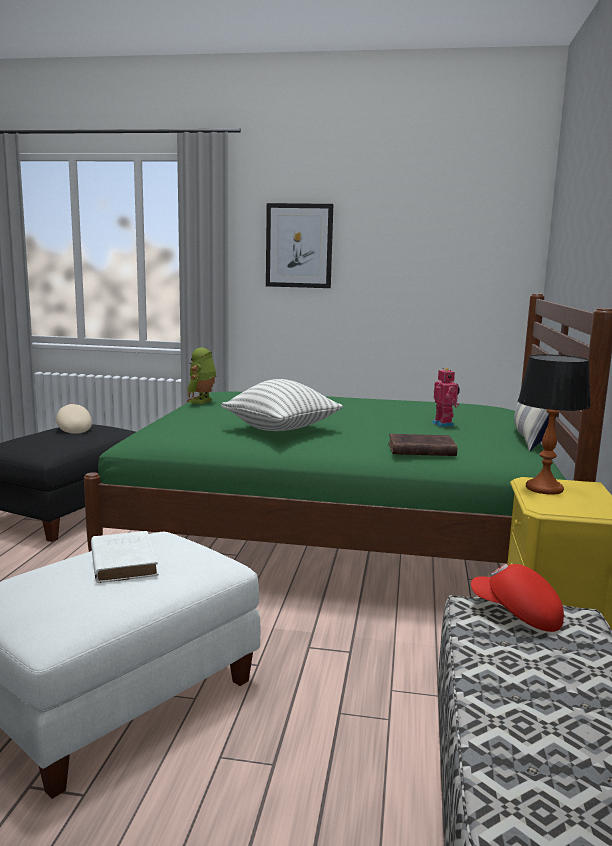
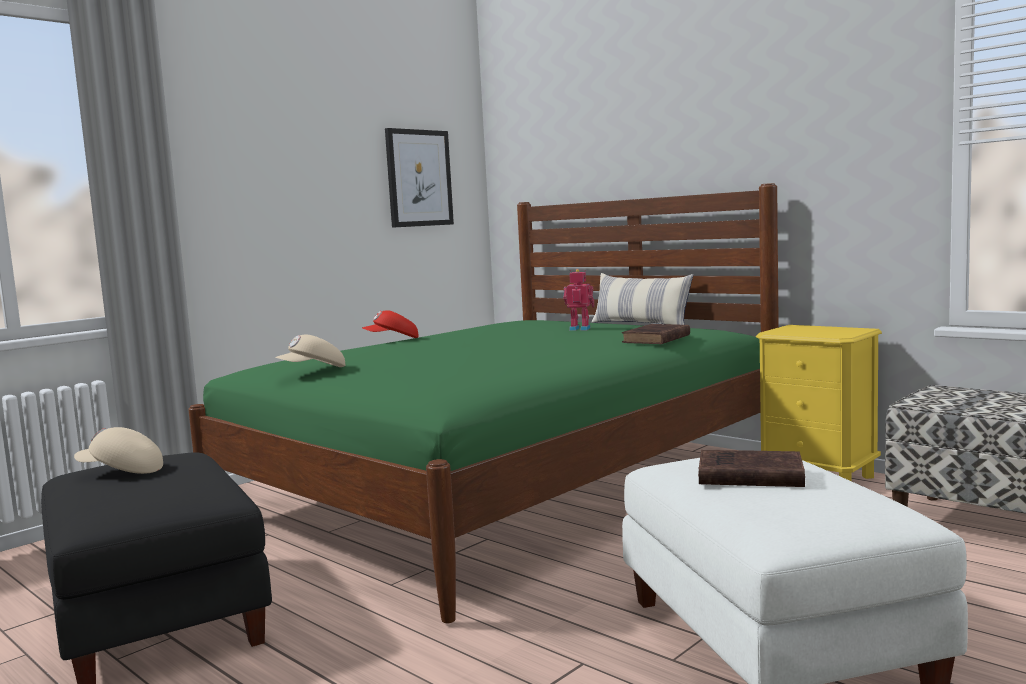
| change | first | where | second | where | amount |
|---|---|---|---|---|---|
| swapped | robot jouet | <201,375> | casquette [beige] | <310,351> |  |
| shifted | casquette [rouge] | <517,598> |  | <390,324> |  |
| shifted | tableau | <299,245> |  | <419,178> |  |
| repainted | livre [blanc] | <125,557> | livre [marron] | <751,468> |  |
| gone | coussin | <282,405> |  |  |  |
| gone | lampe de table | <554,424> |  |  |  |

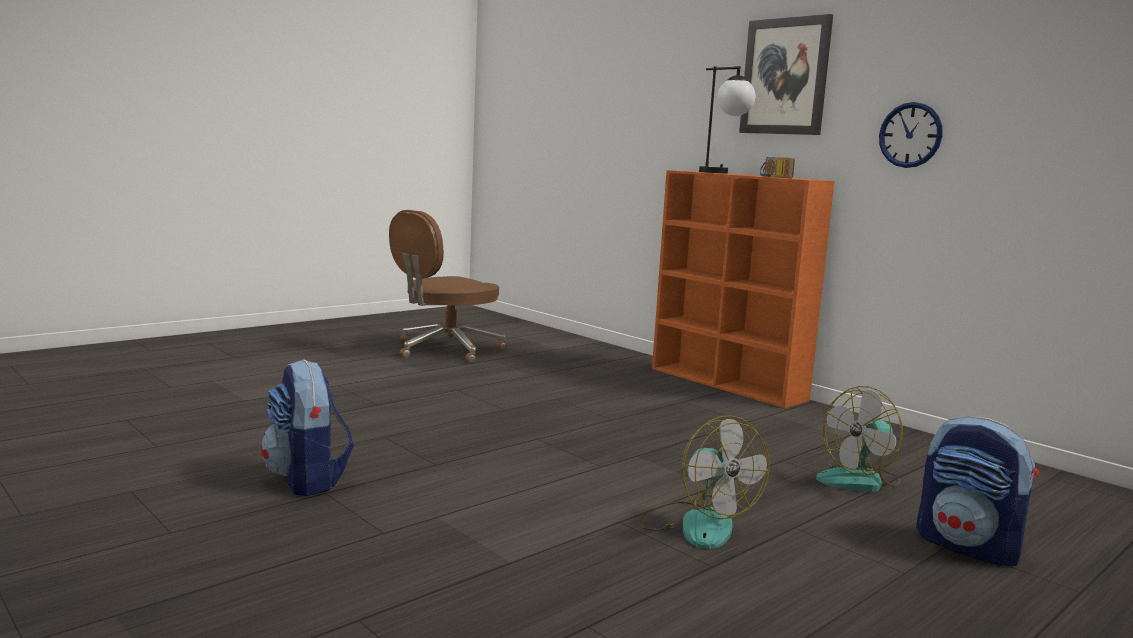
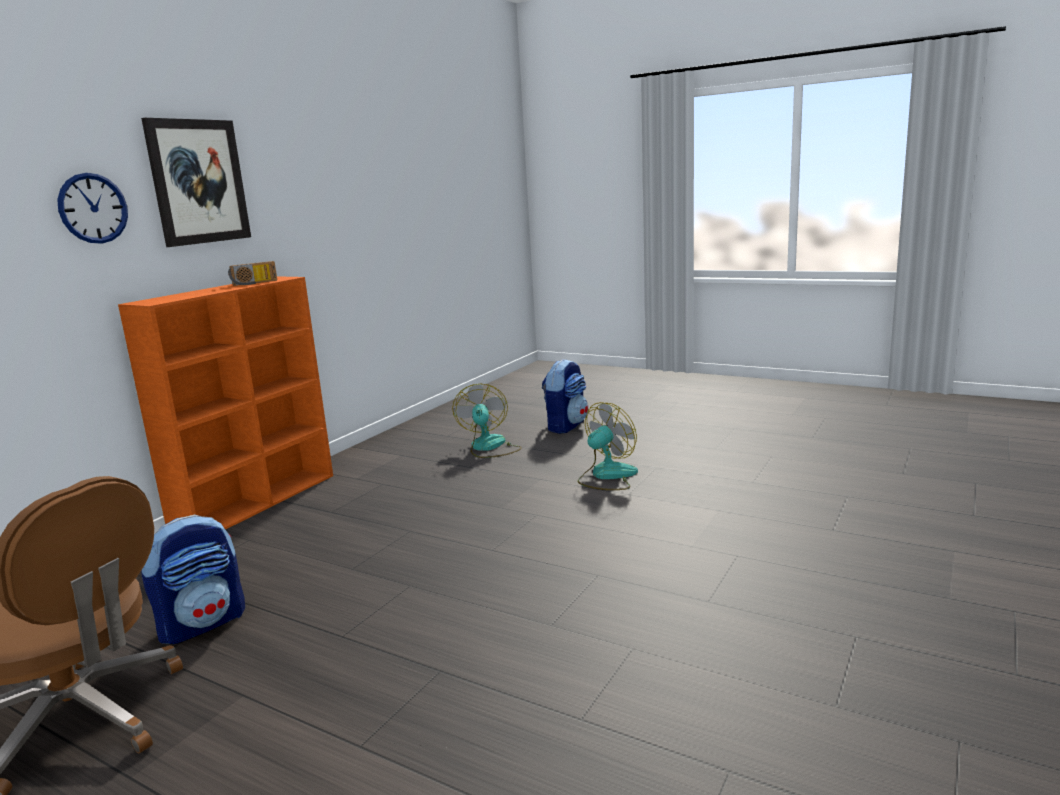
| change | first | where | second | where | amount |
|---|---|---|---|---|---|
| shifted | horloge murale | <911,135> |  | <92,208> |  |
| shifted | sac à dos | <307,427> |  | <193,579> |  |
| rotated | ventilateur | <859,439> |  | <487,421> | 135 degrees counterclockwise |
| gone | lampe de table | <727,119> |  |  |  |

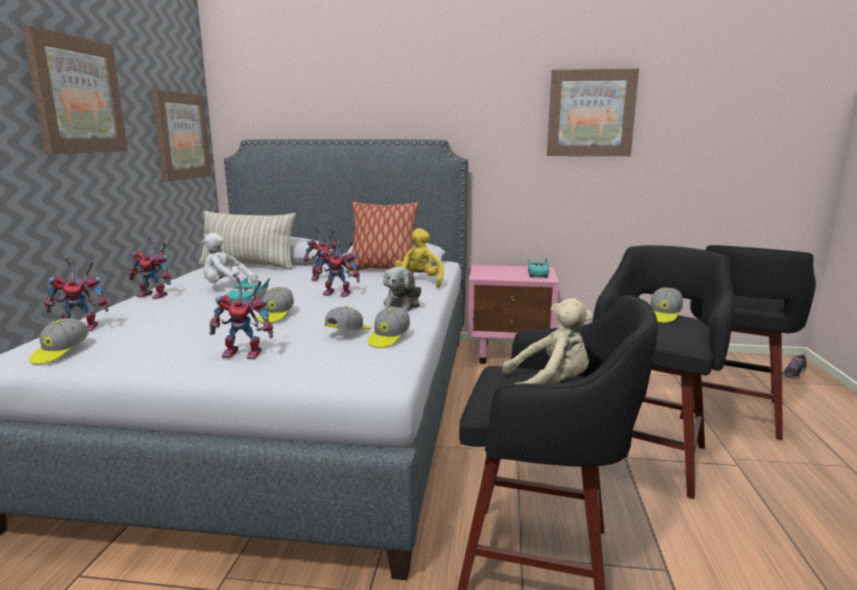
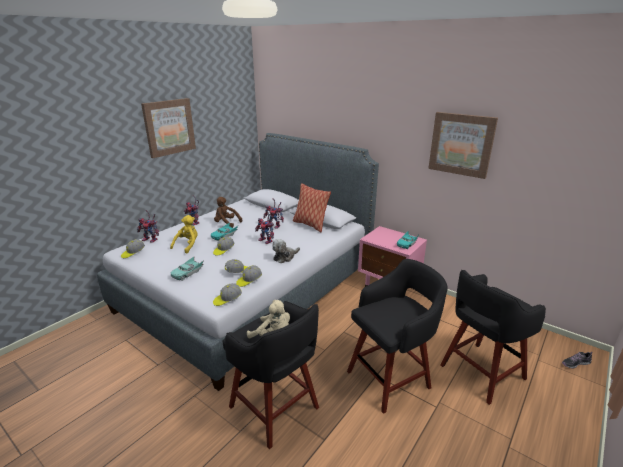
| change | first | where | second | where | amount |
|---|---|---|---|---|---|
| shifted | peluche [jaune] | <419,258> |  | <184,234> |  |
| swapped | robot jouet | <241,316> | petite voiture [turquoise] | <187,268> |  |
| shifted | casquette | <666,305> |  | <227,294> |  |
| repainted | peluche [blanc] | <230,258> | peluche [marron] | <228,212> |  |
| gone | tableau | <181,135> |  |  |  |
| gone | coussin | <247,240> |  |  |  |

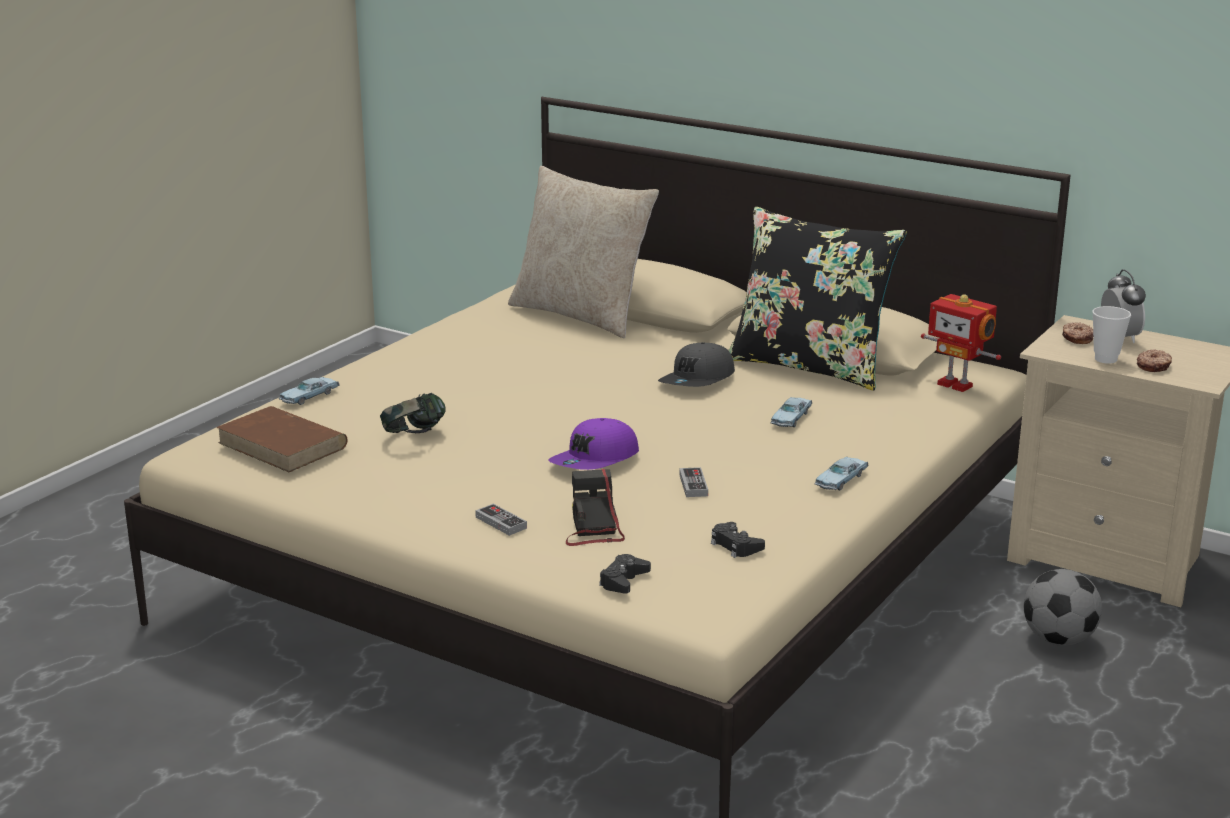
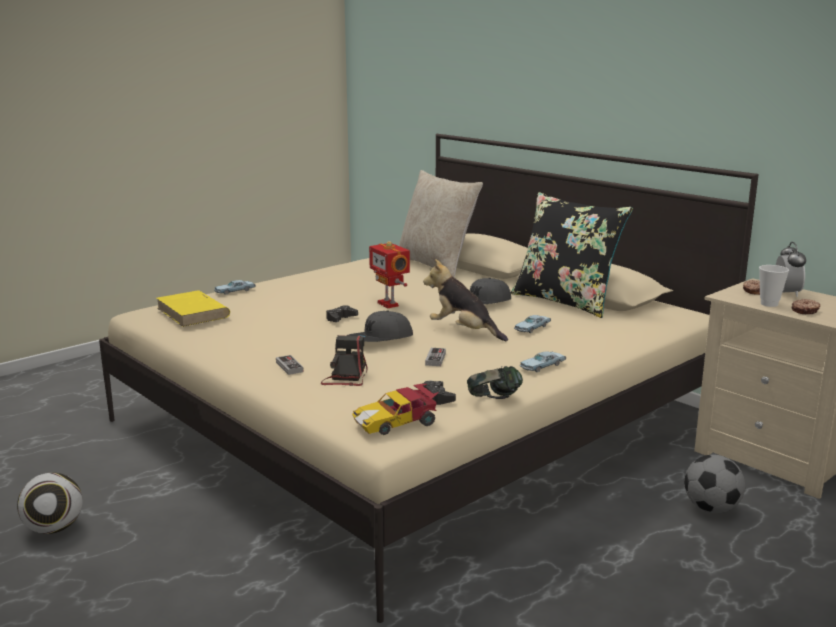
| change | first | where | second | where | amount |
|---|---|---|---|---|---|
| new |  |  | ballon de foot | <49,503> |  |
| repainted | livre [marron] | <282,439> | livre [jaune] | <193,309> |  |
| shifted | manette [noir] | <625,574> |  | <342,313> |  |
| repainted | casquette [violet] | <593,444> | casquette [gris] | <380,326> |  |
| new |  |  | petite voiture | <395,409> |  |
| shifted | robot jouet | <961,343> |  | <389,274> |  |
| new |  |  | peluche | <465,300> |  |
| shifted | casque audio | <413,413> |  | <495,382> |  |

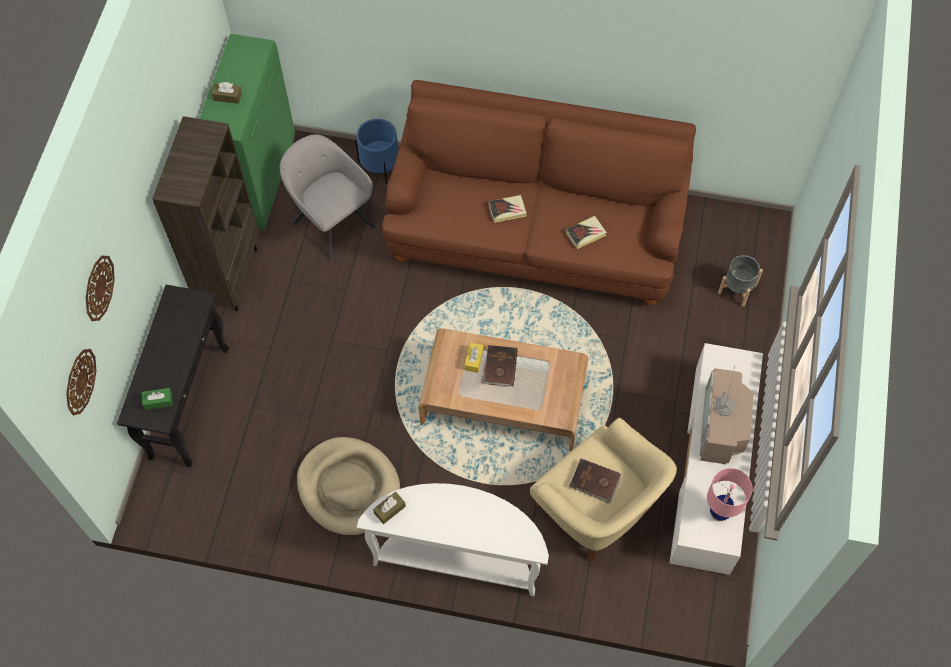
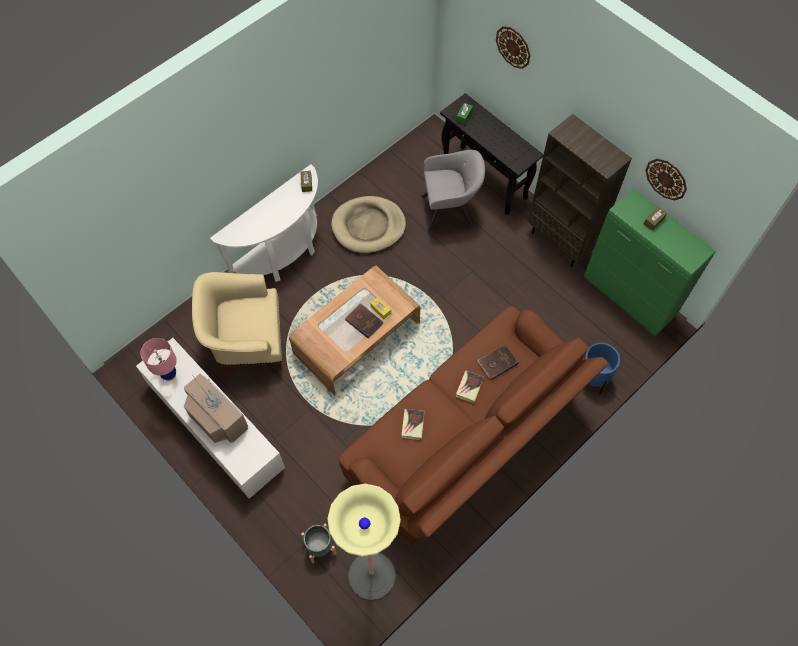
| change | first | where | second | where | amount |
|---|---|---|---|---|---|
| new |  |  | lampadaire | <364,542> |  |
| shifted | fauteuil [gris] | <328,198> |  | <453,191> |  |
| shifted | livre [marron] | <595,481> |  | <498,362> |  |
| shifted | horloge murale | <81,382> |  | <666,180> |  |

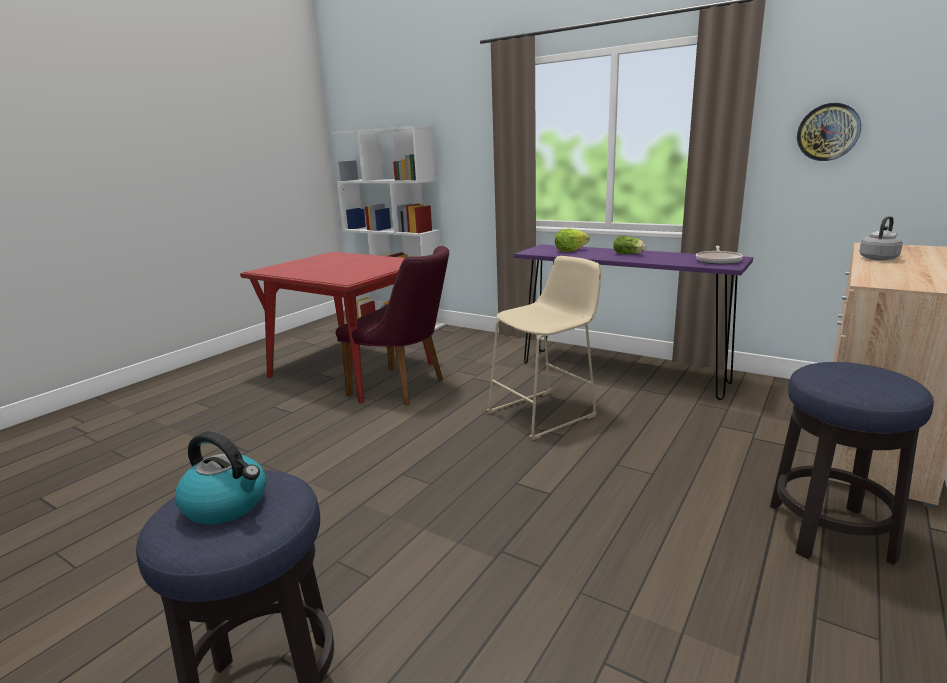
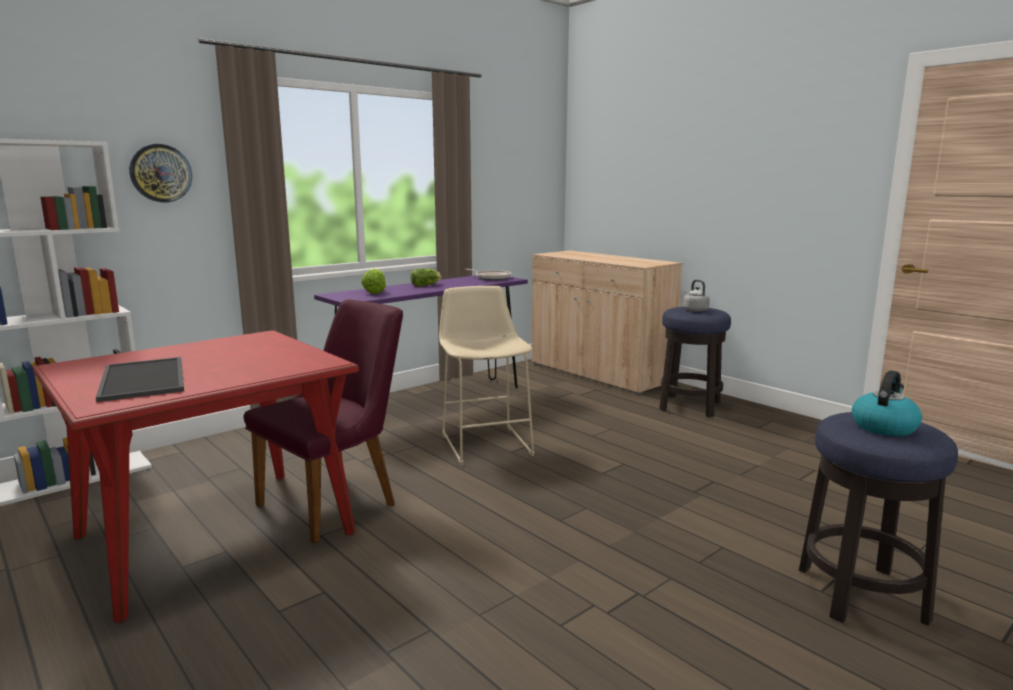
| change | first | where | second | where | amount |
|---|---|---|---|---|---|
| new |  |  | plateau | <140,379> |  |
| shifted | horloge murale | <829,132> |  | <160,173> |  |
| shifted | bouilloire [gris] | <881,238> |  | <696,296> |  |

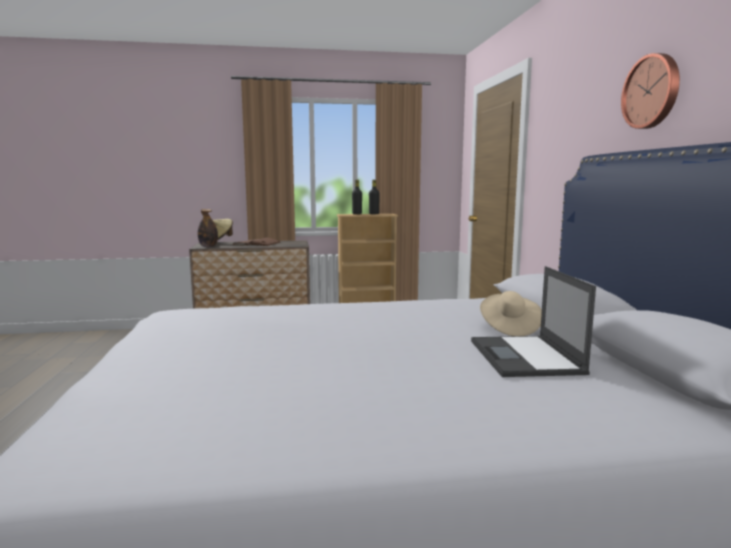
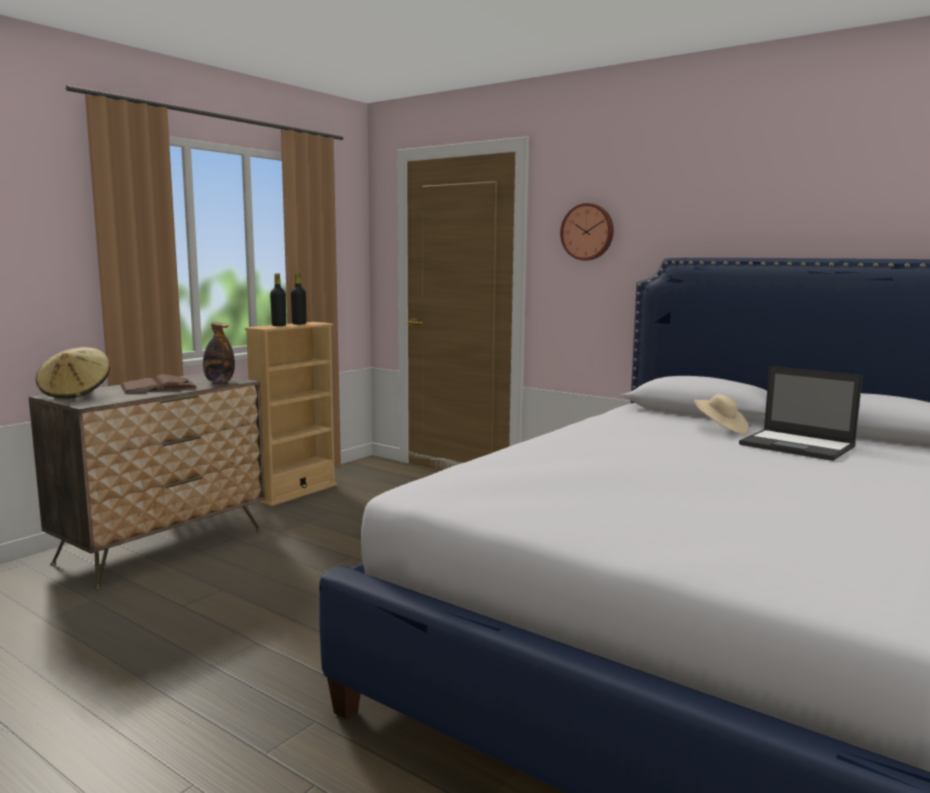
| change | first | where | second | where | amount |
|---|---|---|---|---|---|
| shifted | bouteille | <208,228> |  | <219,353> |  |
| shifted | horloge murale | <650,91> |  | <587,231> |  |

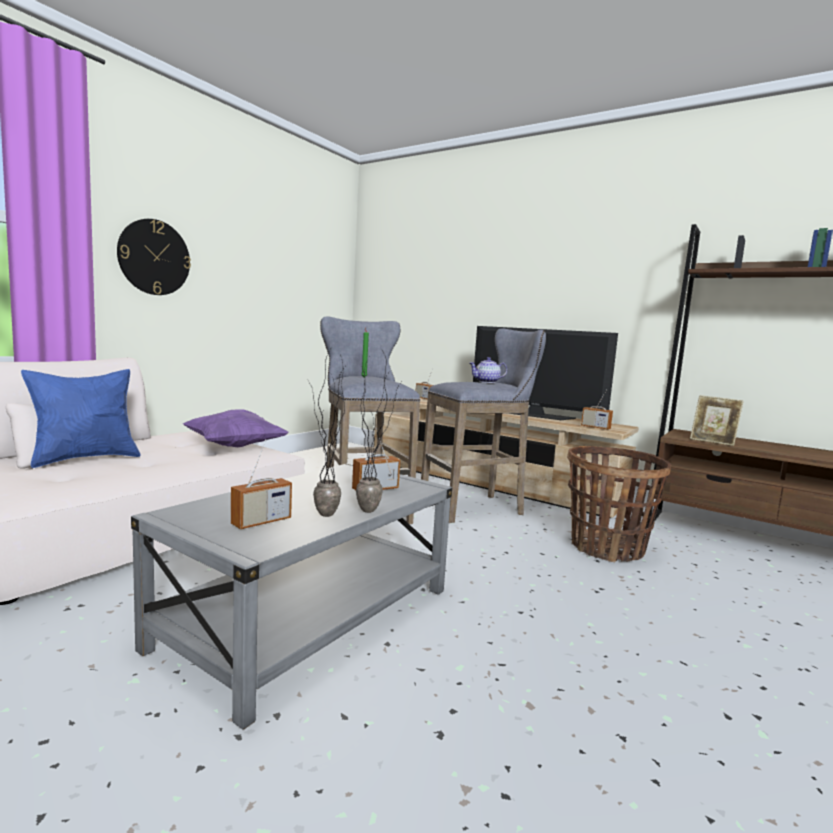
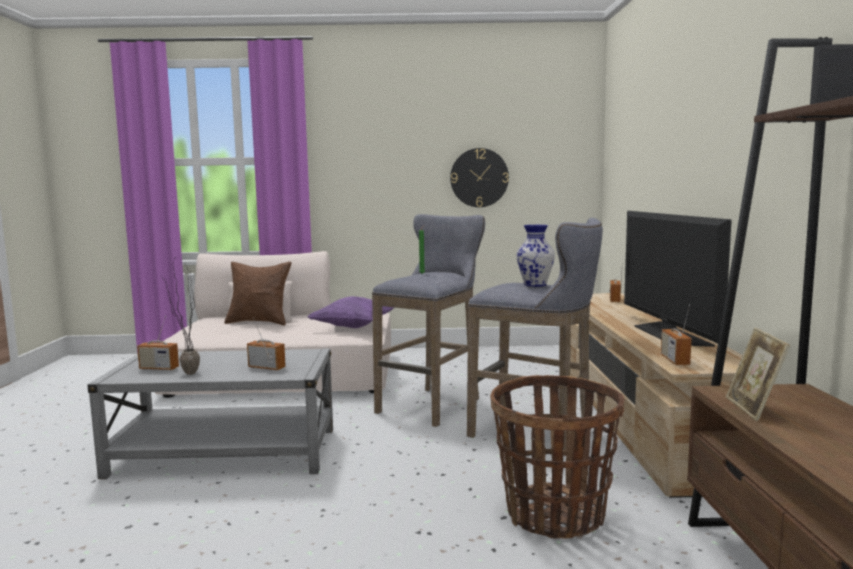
| change | first | where | second | where | amount |
|---|---|---|---|---|---|
| repainted | coussin [bleu] | <81,418> | coussin [marron] | <257,294> |  |
| shifted | horloge murale | <154,257> |  | <479,177> |  |
| swapped | théière | <488,370> | vase | <535,256> |  |
| gone | plante en pot | <378,430> |  |  |  |

